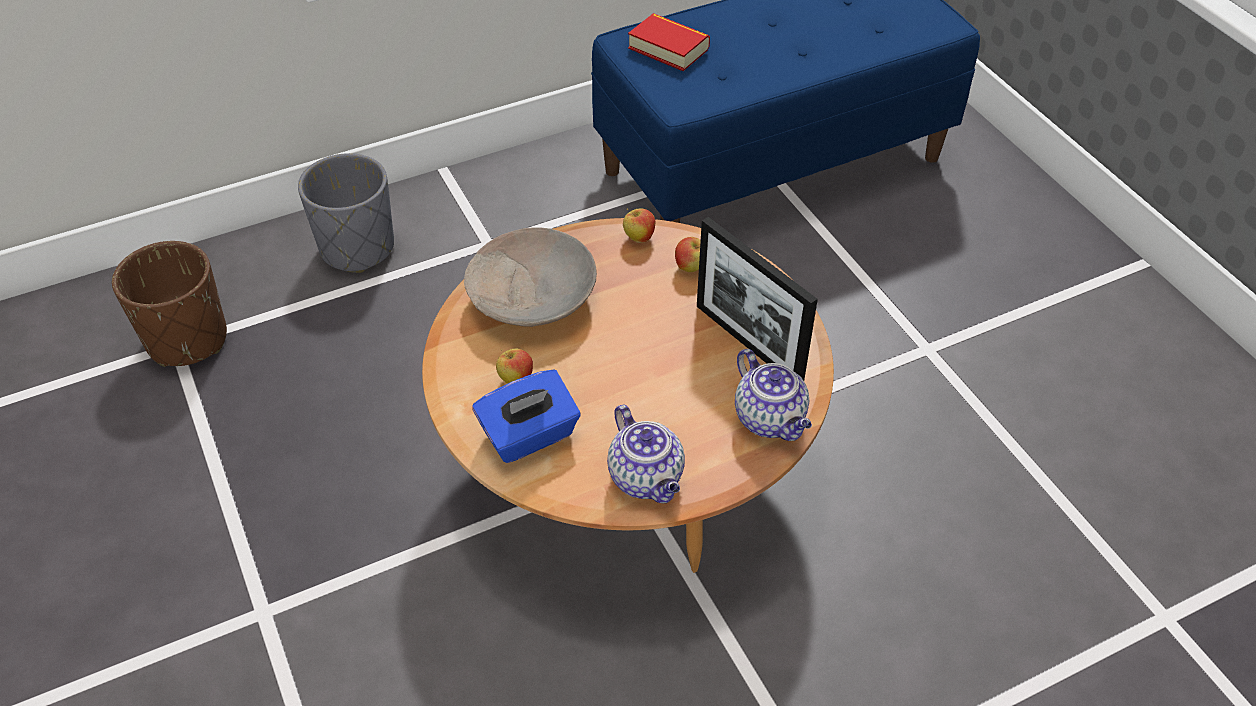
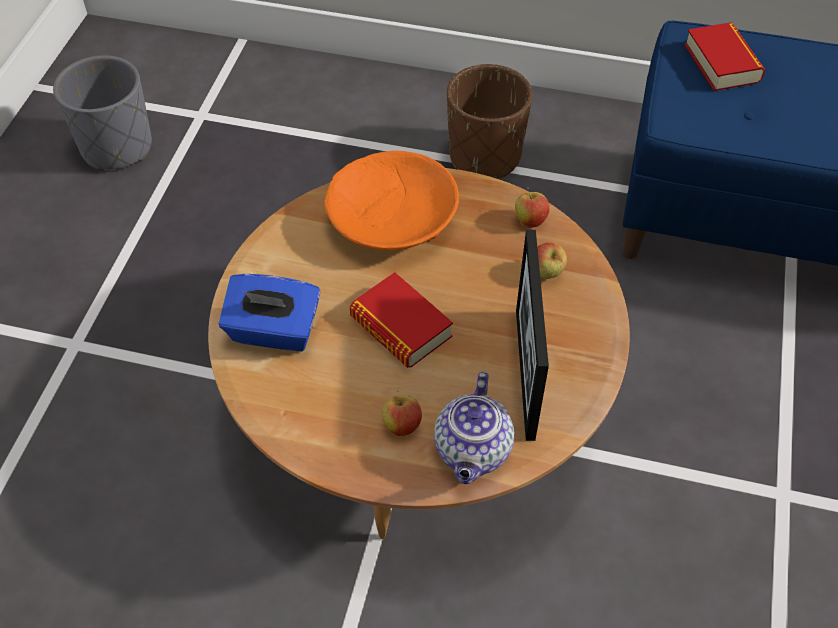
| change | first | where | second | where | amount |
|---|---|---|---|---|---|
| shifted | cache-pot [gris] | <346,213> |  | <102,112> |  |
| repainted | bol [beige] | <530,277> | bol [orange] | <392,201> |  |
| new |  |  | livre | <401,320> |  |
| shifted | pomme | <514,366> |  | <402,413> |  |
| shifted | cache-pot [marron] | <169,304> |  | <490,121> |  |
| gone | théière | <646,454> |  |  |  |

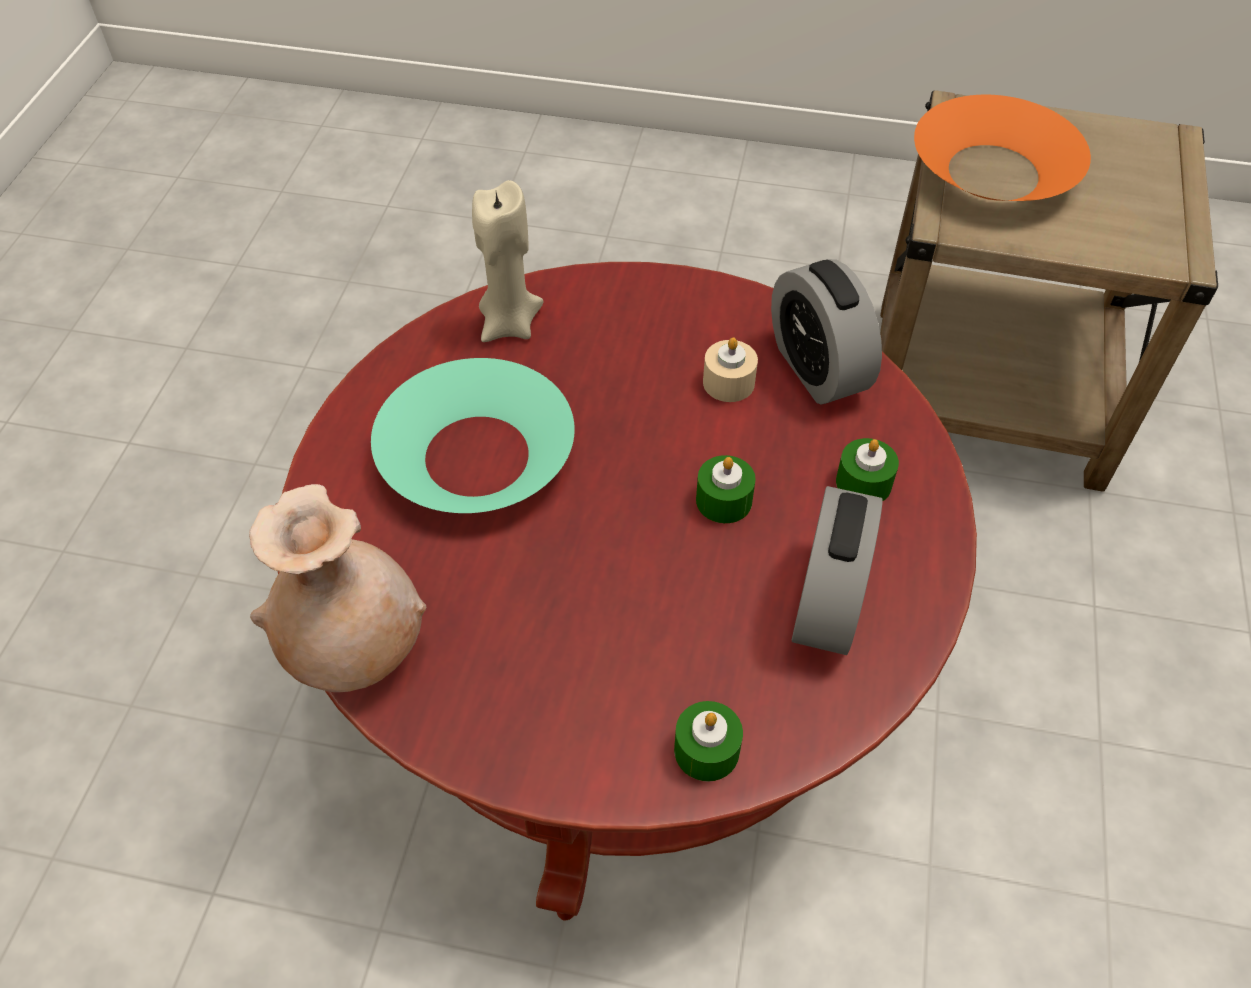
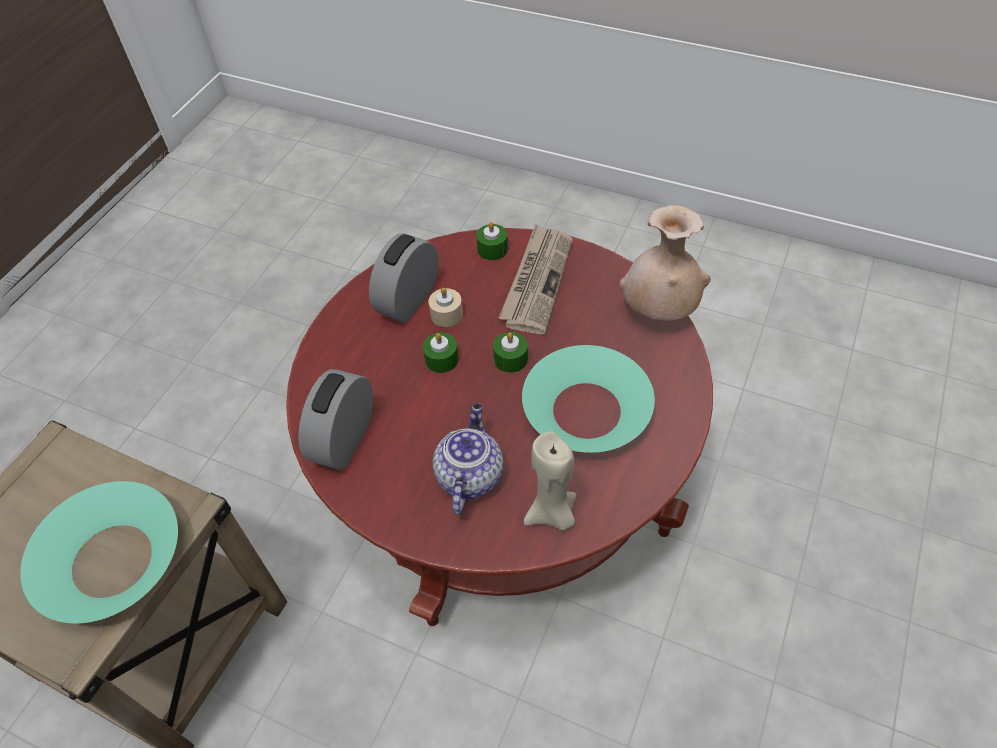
| change | first | where | second | where | amount |
|---|---|---|---|---|---|
| repainted | bol [orange] | <1002,148> | bol [turquoise] | <99,552> |  |
| rotated | réveil | <826,332> |  | <335,419> | 150 degrees counterclockwise |
| shifted | bougie [beige] | <730,369> |  | <446,307> |  |
| new |  |  | théière | <468,459> |  |
| shifted | bougie [vert] | <867,469> |  | <510,352> |  |
| new |  |  | journal | <536,279> |  |

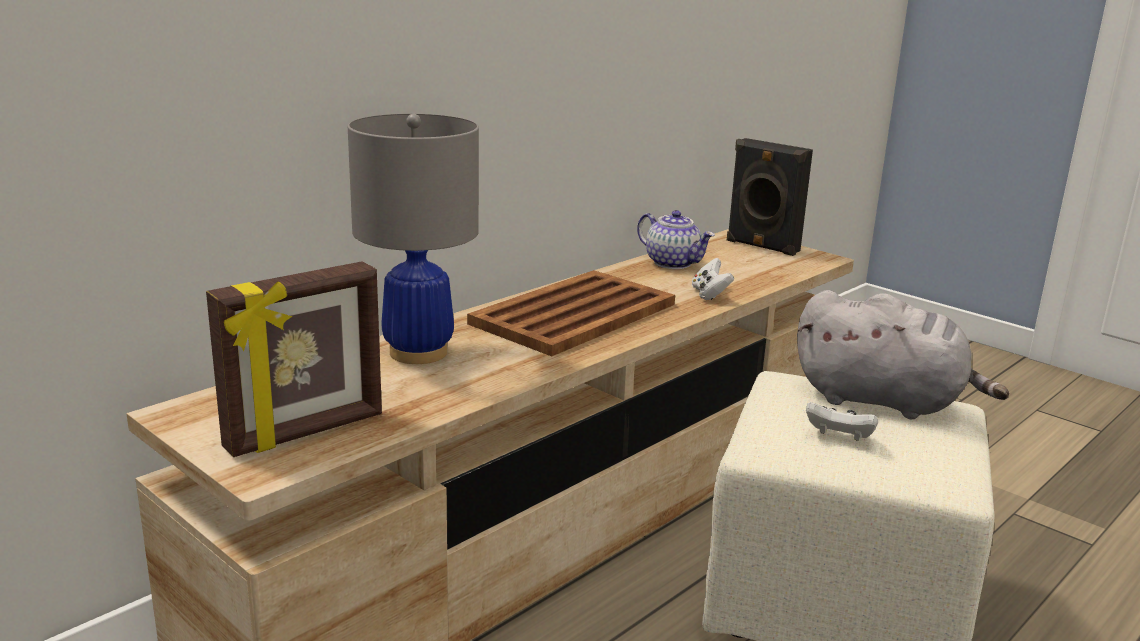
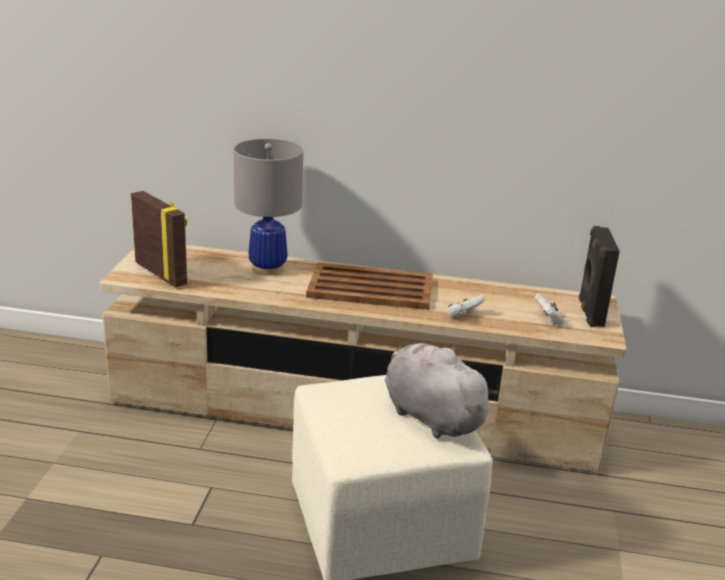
| change | first | where | second | where | amount |
|---|---|---|---|---|---|
| rotated | cadre photo | <294,359> |  | <159,239> | 150 degrees counterclockwise |
| rotated | peluche [gris] | <903,354> |  | <441,390> | 150 degrees clockwise |
| shifted | manette [blanc] | <842,421> |  | <549,309> |  |
| gone | théière | <676,239> |  |  |  |

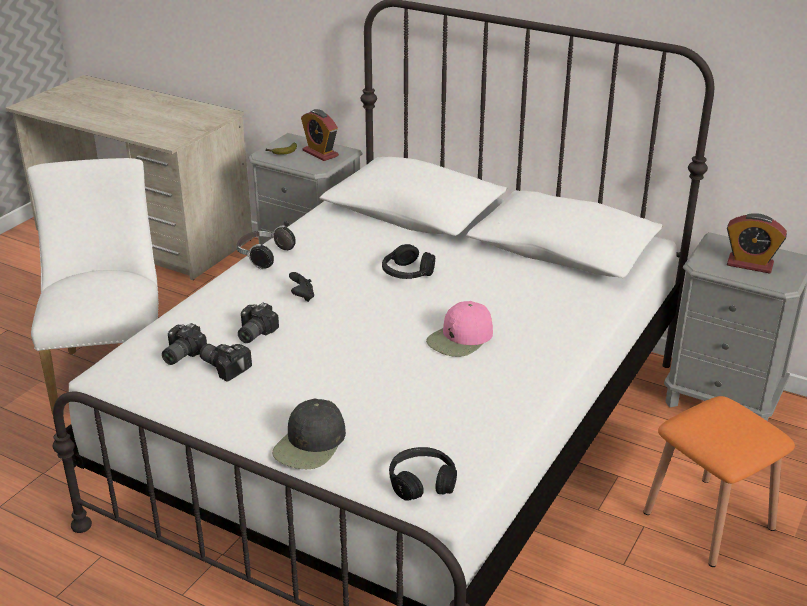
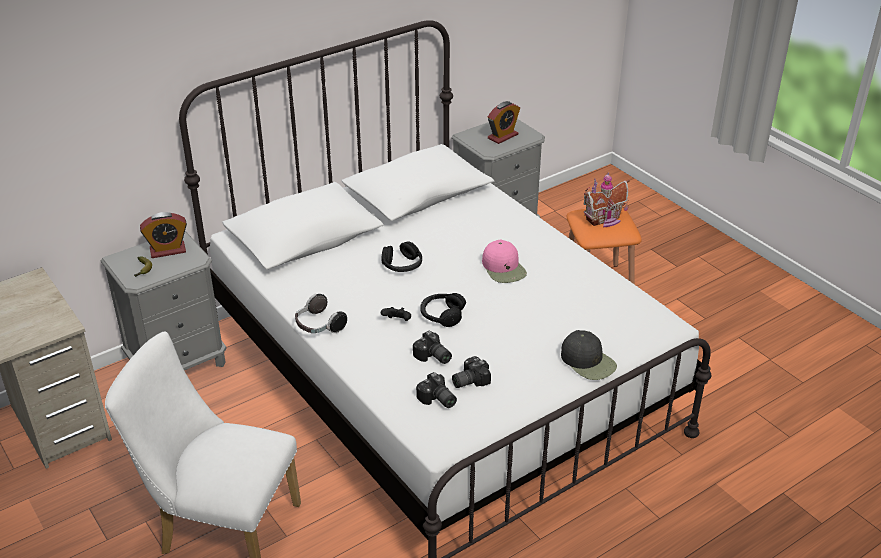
| change | first | where | second | where | amount |
|---|---|---|---|---|---|
| shifted | casque audio [noir] | <423,473> |  | <443,310> |  |
| new |  |  | maison miniature | <606,199> |  |

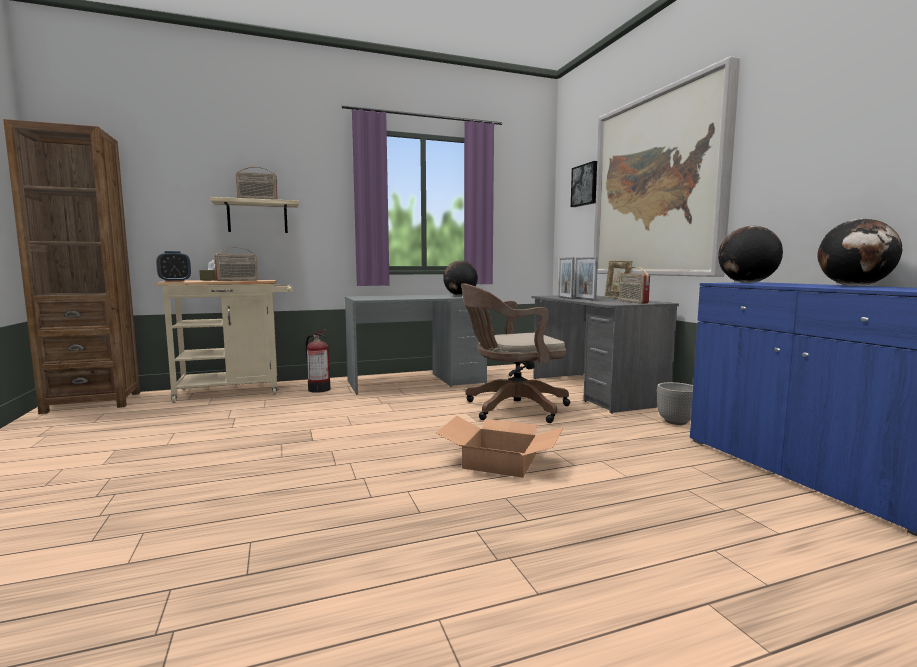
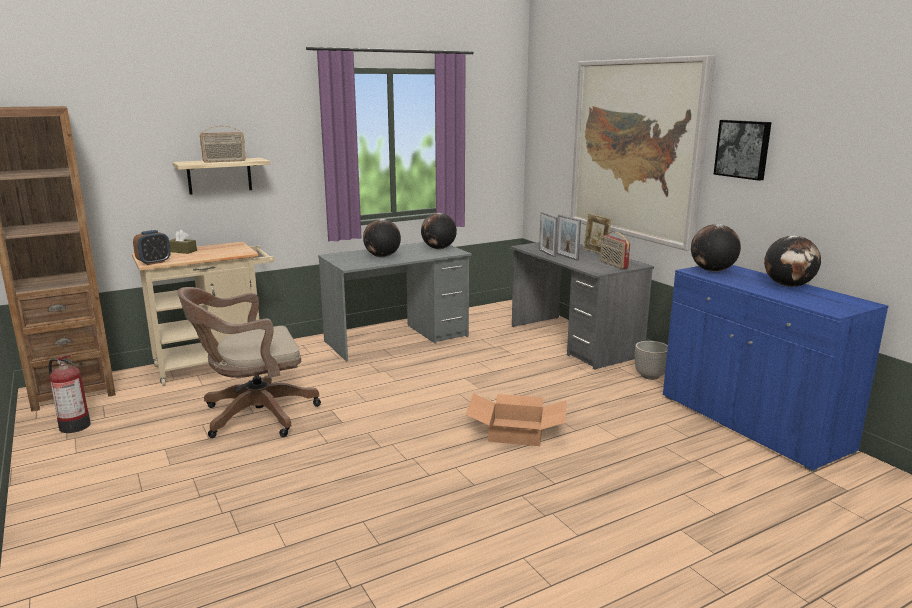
| change | first | where | second | where | amount |
|---|---|---|---|---|---|
| shifted | extincteur | <318,361> |  | <70,394> |  |
| shifted | chaise de bureau [marron] | <515,353> |  | <249,362> |  |
| new |  |  | globe | <382,238> |  |
| shifted | tableau | <584,184> |  | <743,150> |  |
| gone | radio | <236,264> |  |  |  |

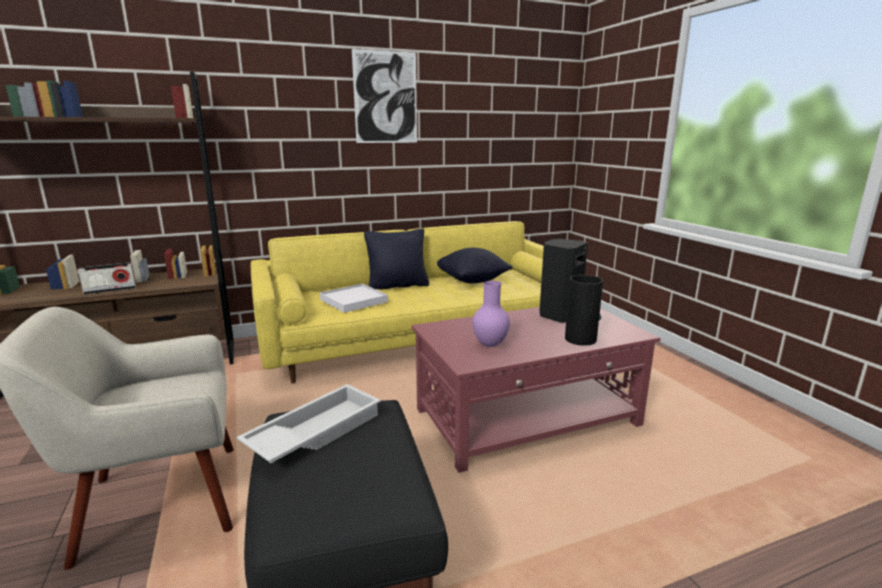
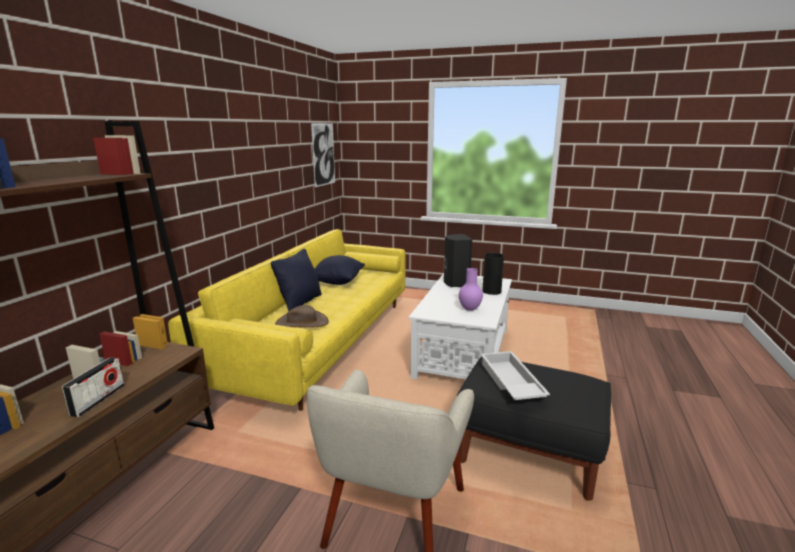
| change | first | where | second | where | amount |
|---|---|---|---|---|---|
| swapped | plateau [blanc] | <354,298> | chapeau [marron] | <302,316> |  |
| shifted | tableau | <384,96> |  | <323,155> |  |
| repainted | table basse [rouge] | <536,390> | table basse [blanc] | <460,326> |  |

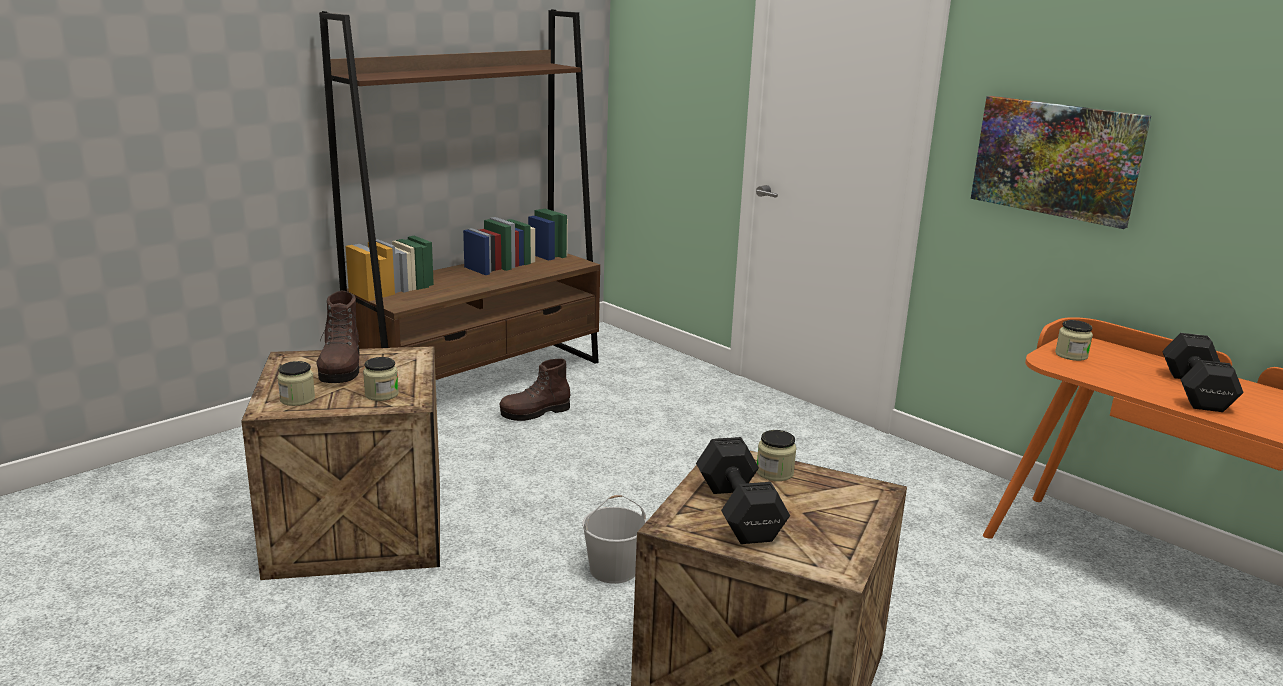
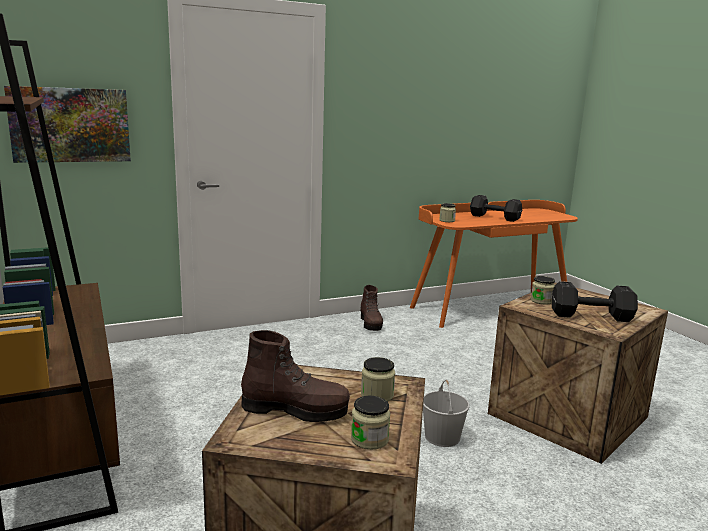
| change | first | where | second | where | amount |
|---|---|---|---|---|---|
| shifted | tableau | <1061,162> |  | <67,124> |  |
| shifted | botte [marron] | <534,390> |  | <371,308> |  |

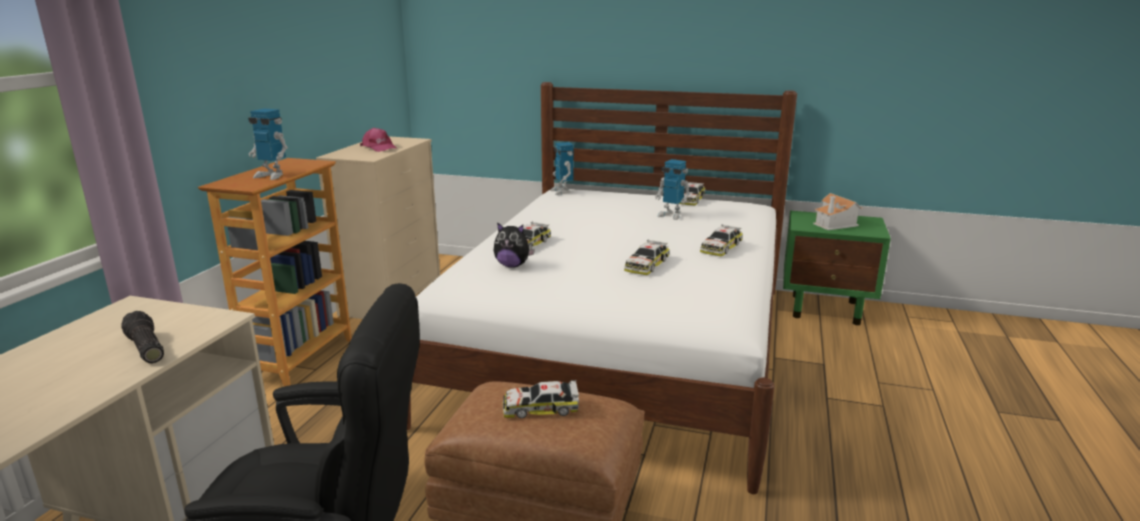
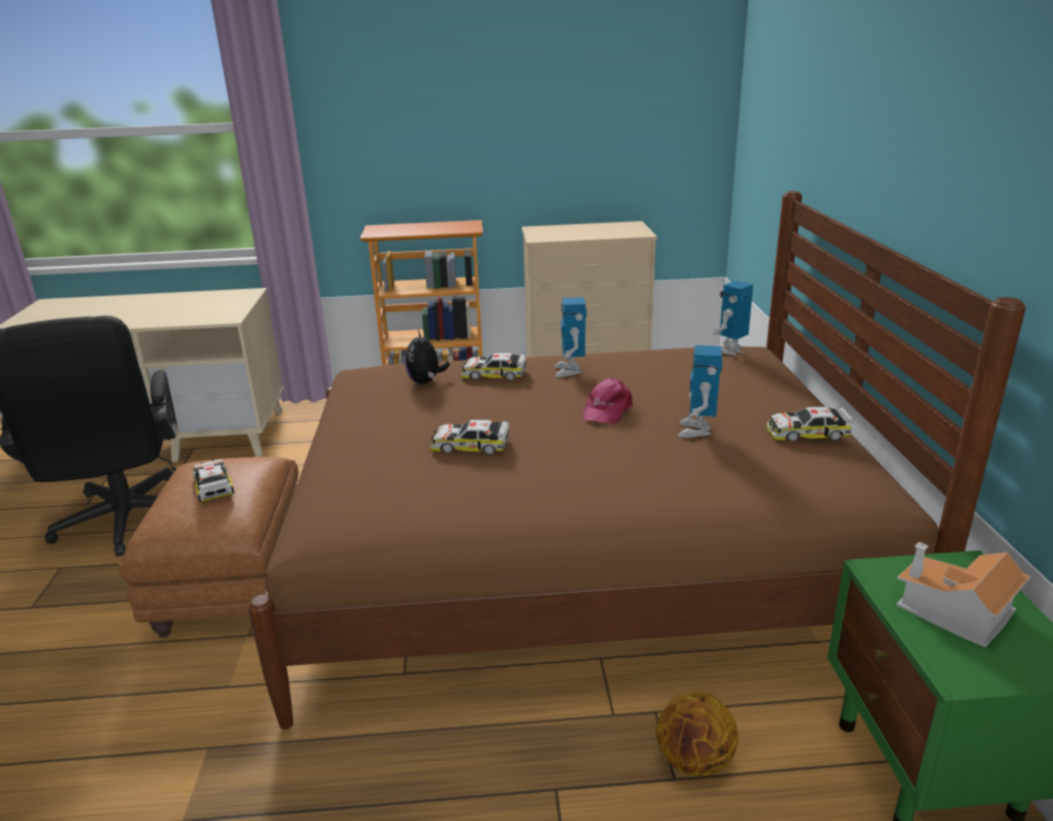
| change | first | where | second | where | amount |
|---|---|---|---|---|---|
| repainted | lit [blanc] | <602,288> | lit [marron] | <637,460> |  |
| shifted | robot jouet | <268,144> |  | <570,337> |  |
| shifted | casquette [rose] | <378,140> |  | <607,401> |  |
| new |  |  | ballon de basket | <697,734> |  |
| gone | lampe de poche | <142,337> |  |  |  |
| gone | petite voiture | <721,240> |  |  |  |

